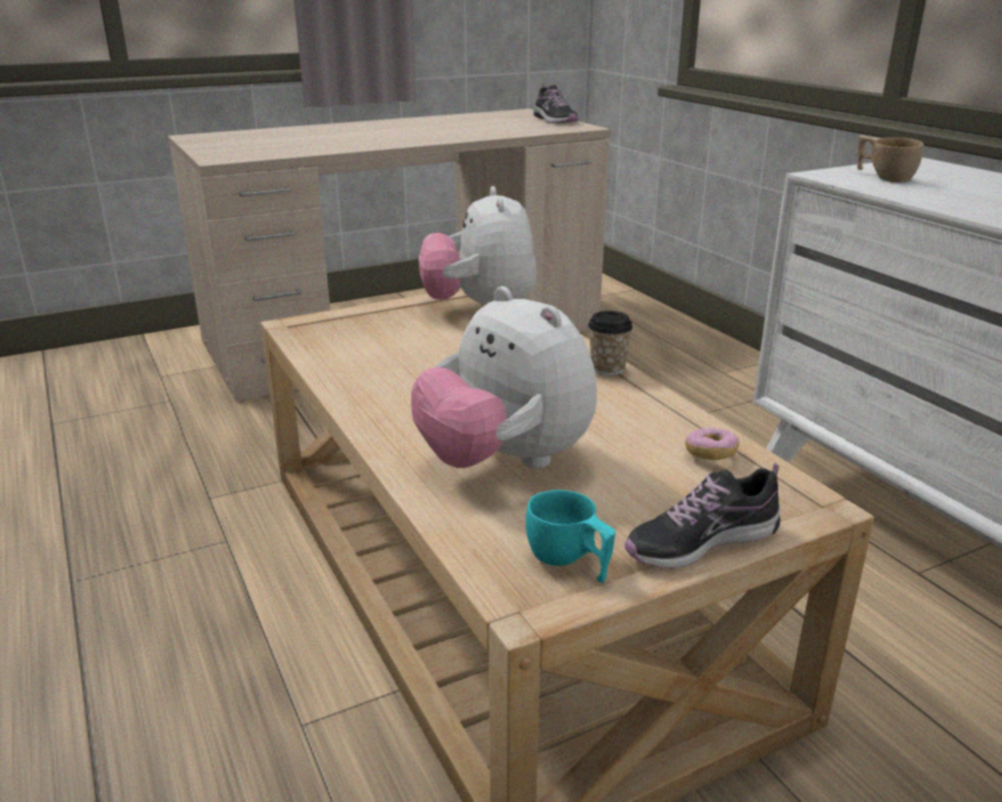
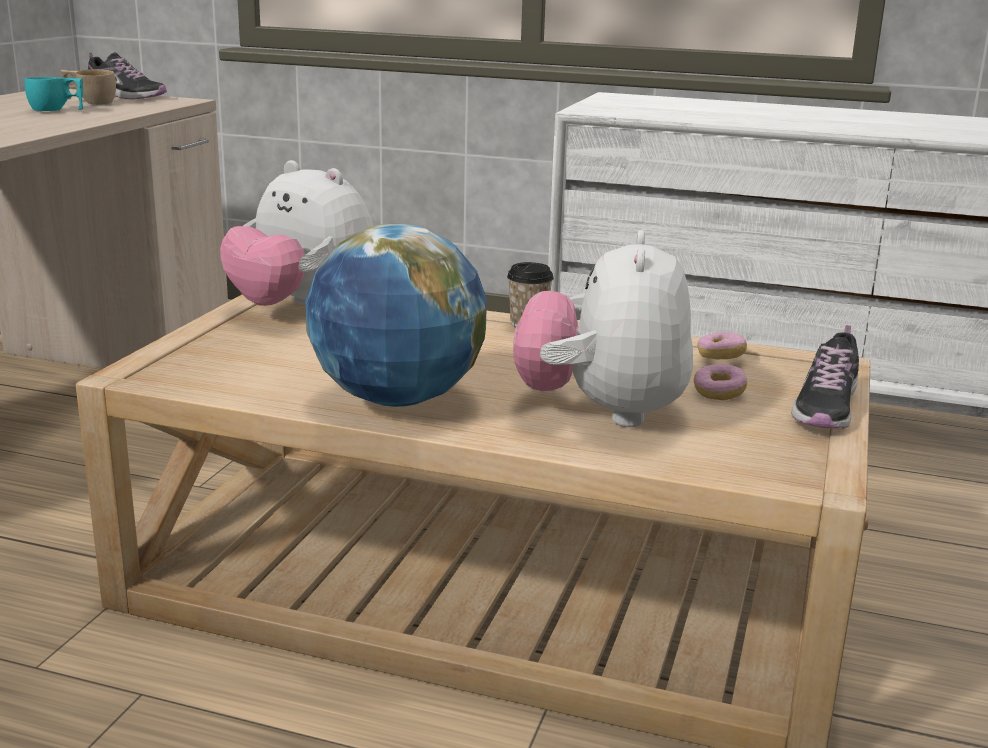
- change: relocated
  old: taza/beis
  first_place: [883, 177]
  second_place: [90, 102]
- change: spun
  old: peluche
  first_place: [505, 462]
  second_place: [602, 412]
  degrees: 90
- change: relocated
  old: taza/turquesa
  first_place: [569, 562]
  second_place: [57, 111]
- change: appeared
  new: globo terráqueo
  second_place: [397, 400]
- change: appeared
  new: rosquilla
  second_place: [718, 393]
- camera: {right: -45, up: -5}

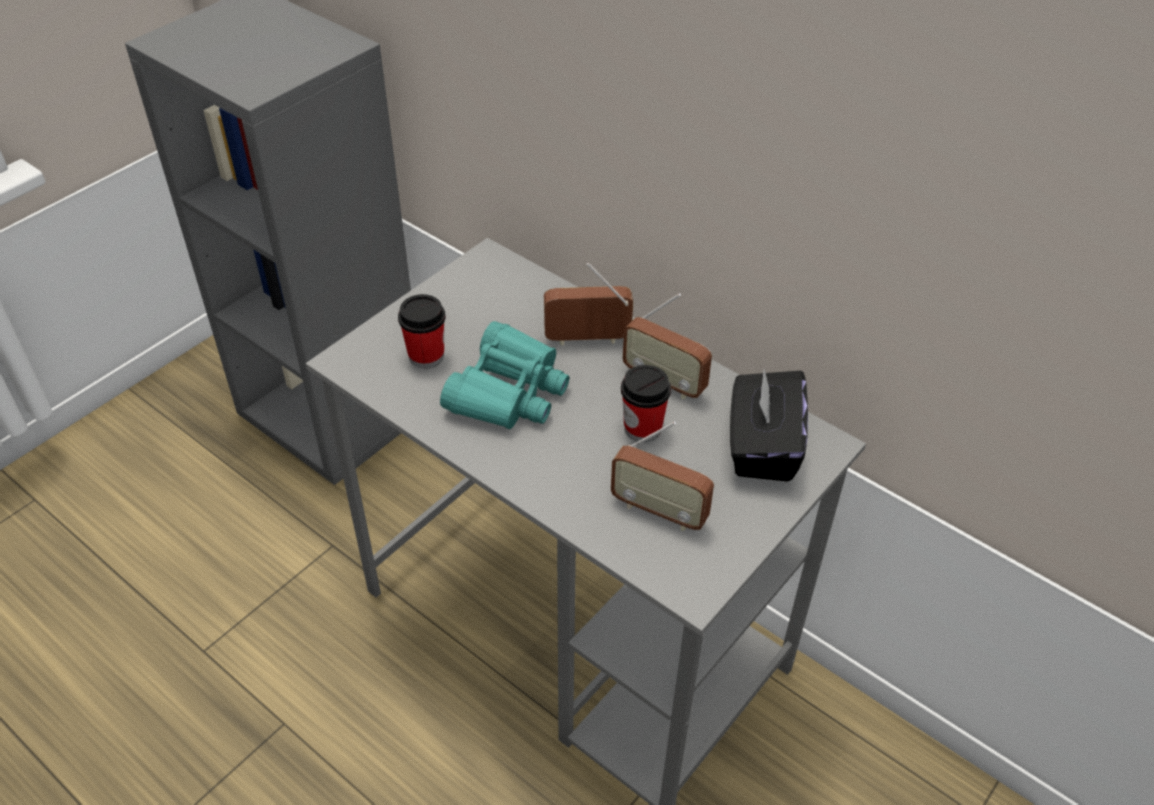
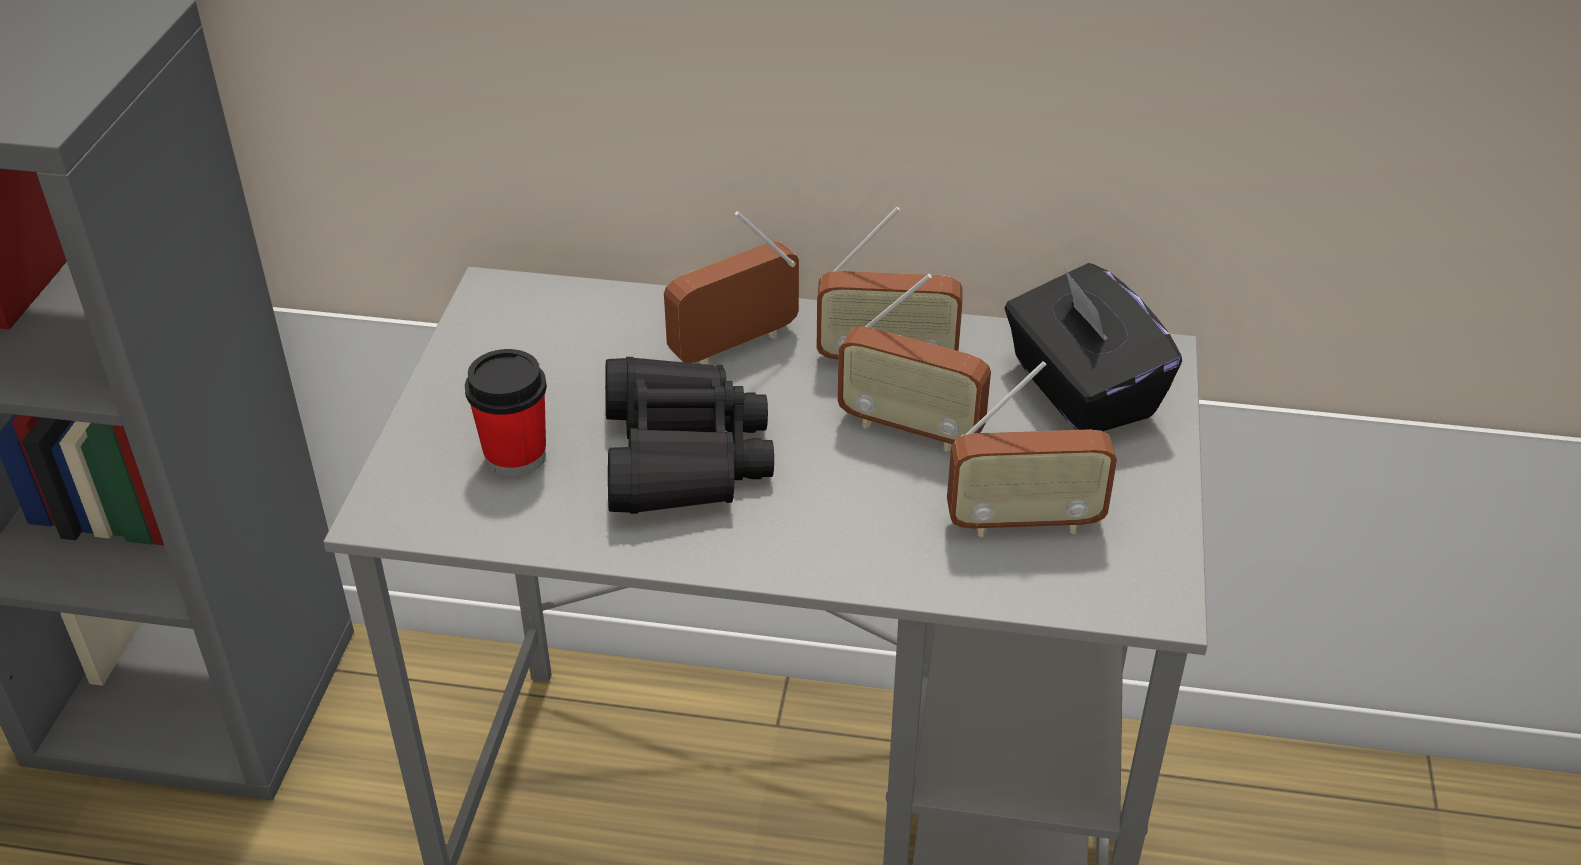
- change: colour
  old: prismáticos/turquesa
  new: prismáticos/negro
  first_place: [508, 392]
  second_place: [683, 456]
- change: exchanged
  old: taza
  new: radio
  first_place: [642, 428]
  second_place: [910, 429]
- camera: {right: -30, up: -5}

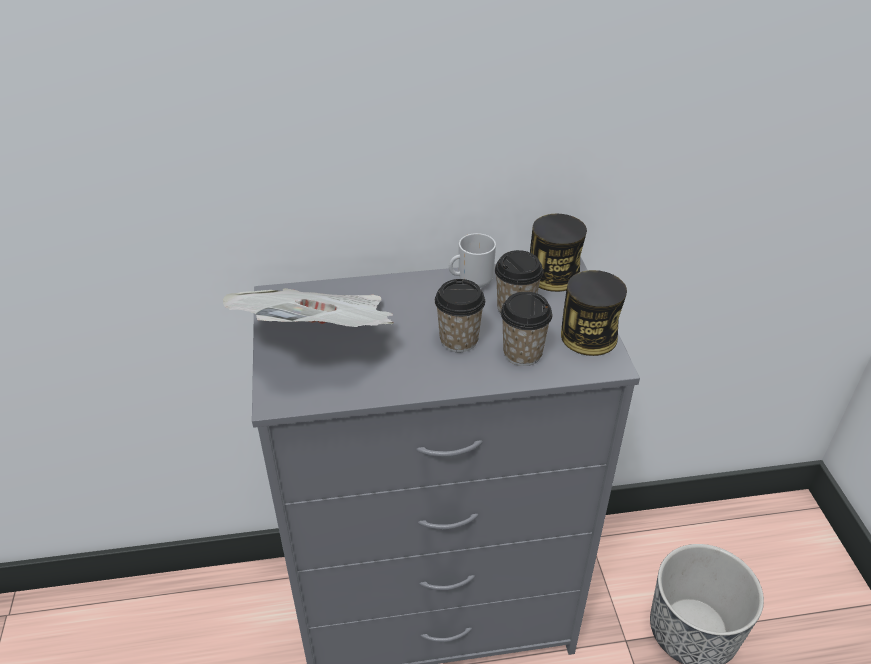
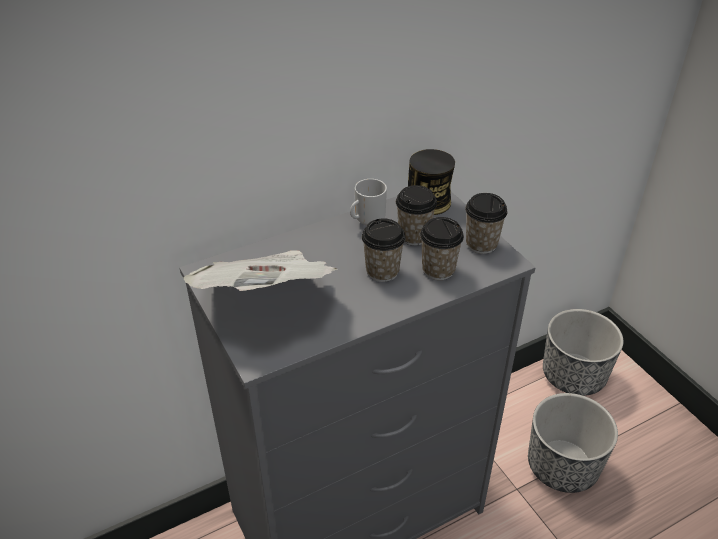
- change: exchanged
  old: lata
  new: taza
  first_place: [588, 336]
  second_place: [481, 244]
- change: appeared
  new: maceta
  second_place: [574, 375]
- camera: {right: -20, up: 0}

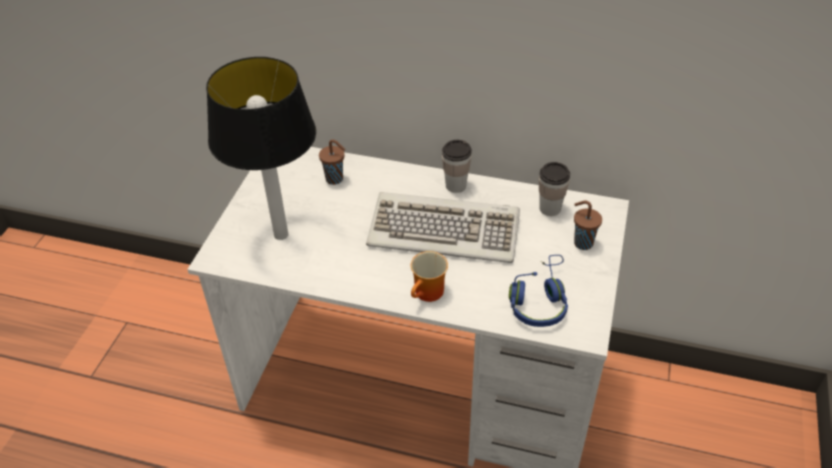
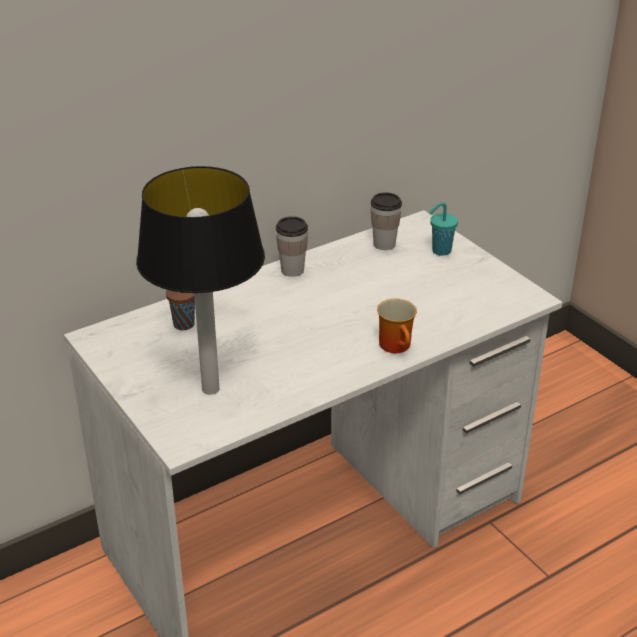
- change: missing
  old: teclado
  first_place: [444, 230]
- change: colour
  old: taza/marrón
  new: taza/turquesa
  first_place: [582, 243]
  second_place: [440, 251]
- change: missing
  old: auriculares/azul
  first_place: [539, 300]
- camera: {right: -50, up: -10}

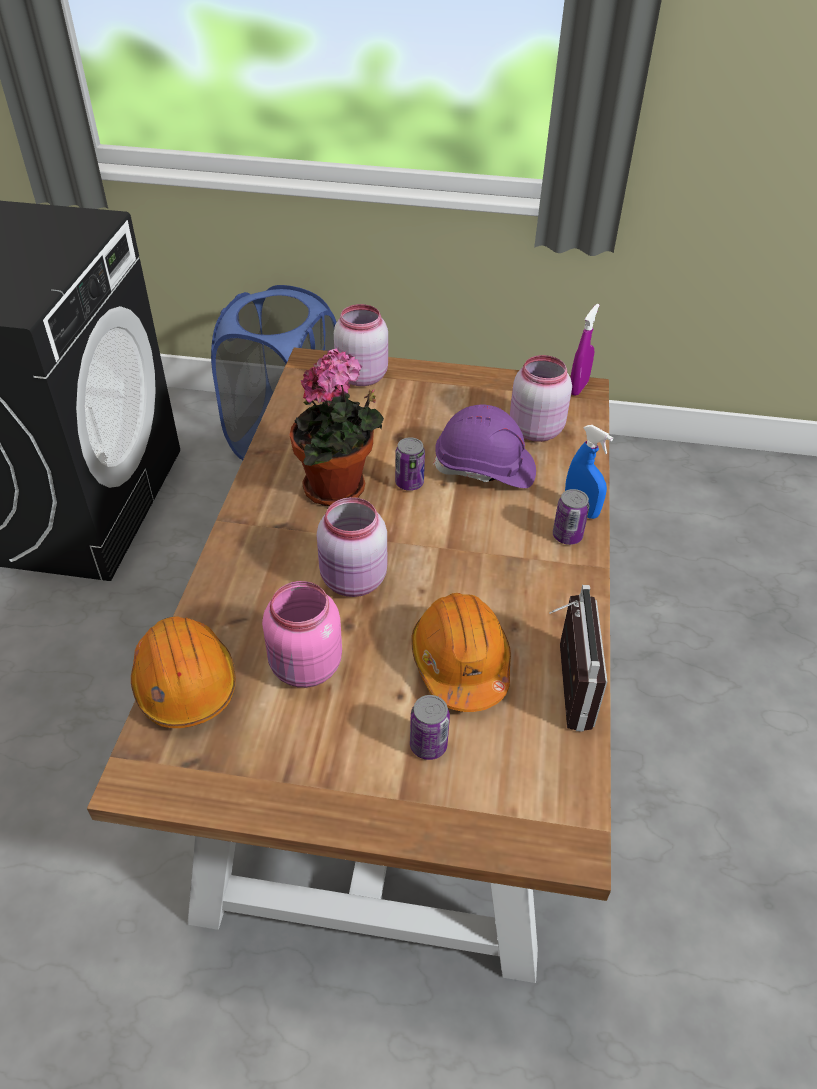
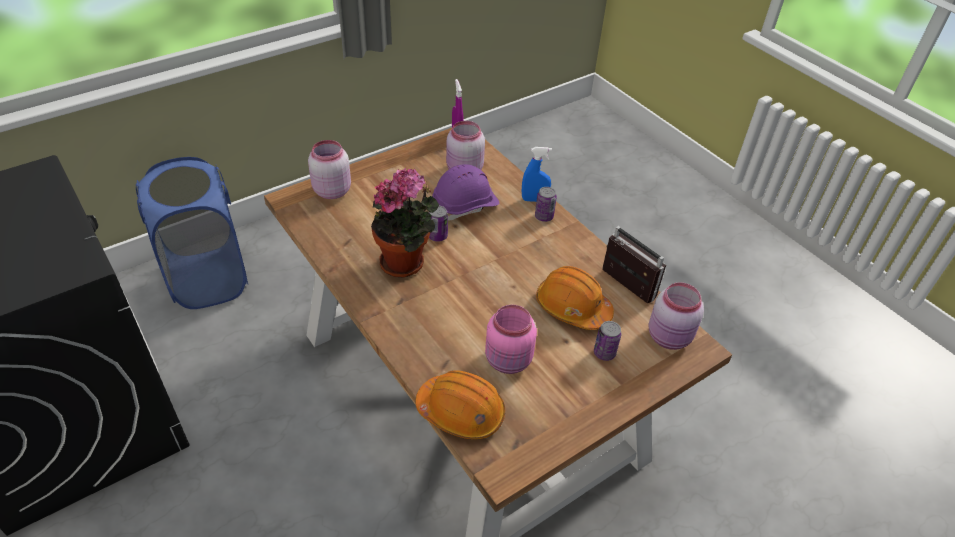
- change: relocated
  old: tarro/rosa
  first_place: [353, 581]
  second_place: [670, 337]
- camera: {right: -45, up: 0}

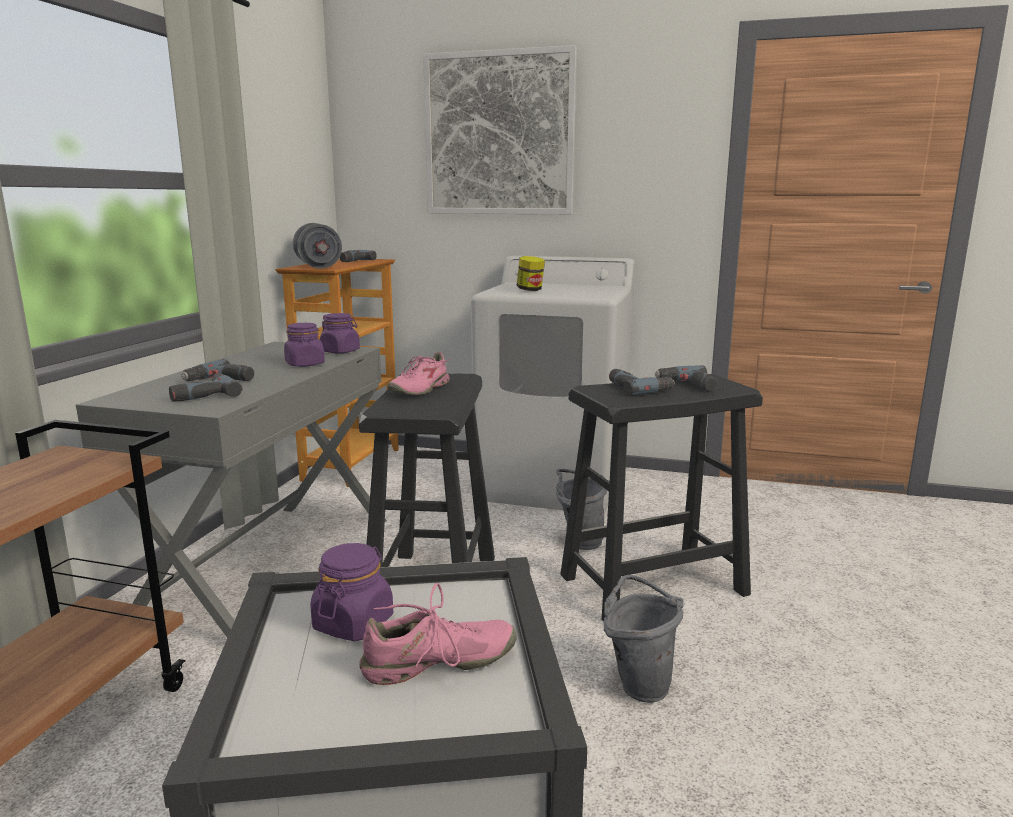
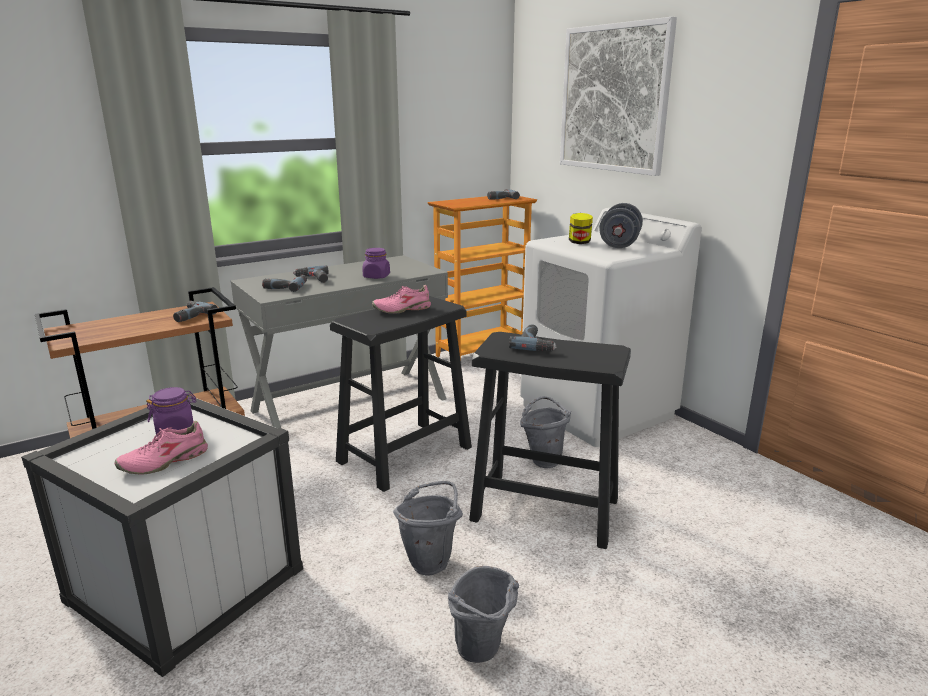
- change: relocated
  old: mancuerna/gris
  first_place: [318, 266]
  second_place: [619, 244]
- change: missing
  old: tarro/morado
  first_place: [340, 351]
- change: relocated
  old: taladro
  first_place: [687, 385]
  second_place: [189, 316]
- change: spun
  old: zapato/rosa
  first_place: [438, 664]
  second_place: [165, 461]
  degrees: 120
- change: appeared
  new: cubo/gris
  second_place: [483, 654]
- camera: {right: 40, up: 5}

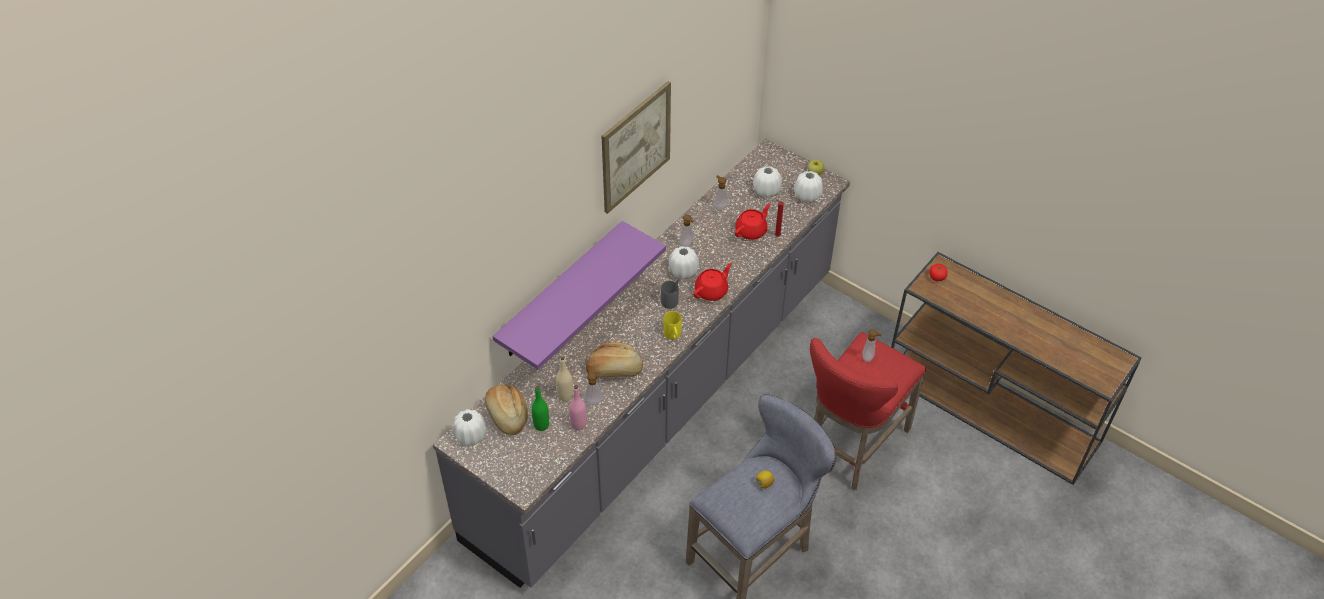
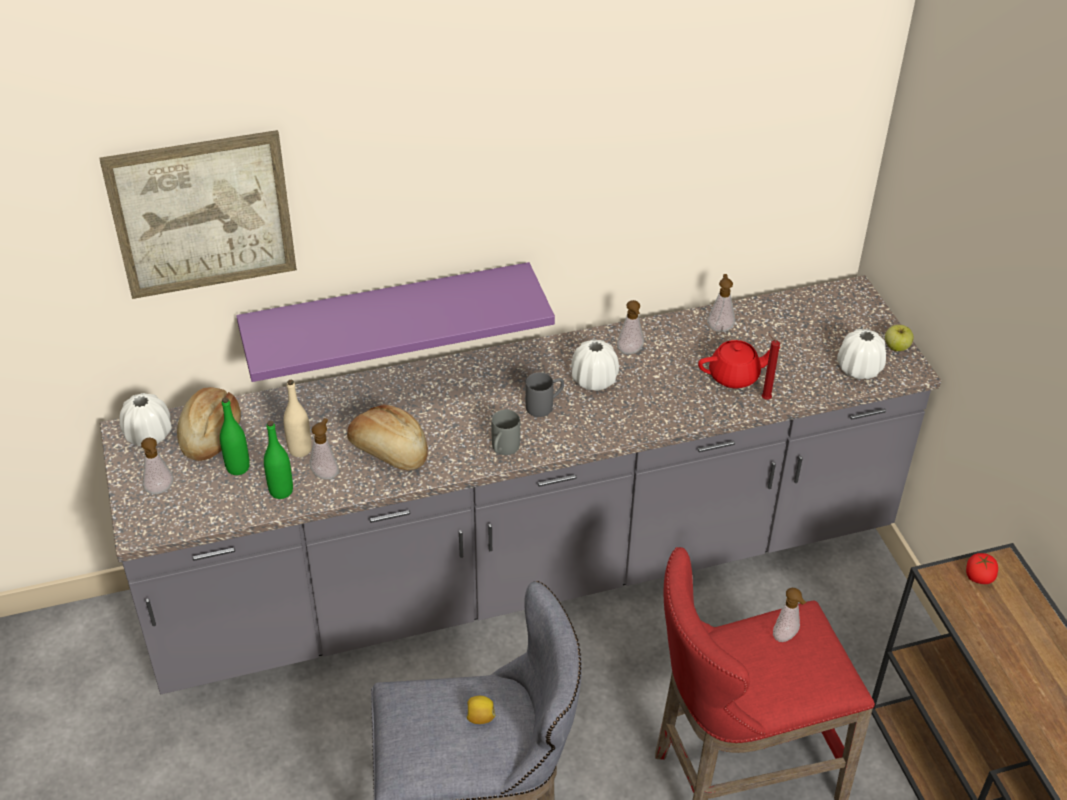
- change: relocated
  old: cuadro
  first_place: [635, 147]
  second_place: [202, 214]
- change: missing
  old: florero/blanco
  first_place: [766, 190]
- change: missing
  old: tetera/rojo
  first_place: [712, 291]
- change: colour
  old: taza grande/amarillo
  new: taza grande/gris
  first_place: [673, 336]
  second_place: [503, 450]
- change: colour
  old: botella/rosa
  new: botella/verde
  first_place: [578, 424]
  second_place: [281, 491]
- change: appeared
  new: dispensador de jabón
  second_place: [161, 491]
- camera: {right: 35, up: -5}

